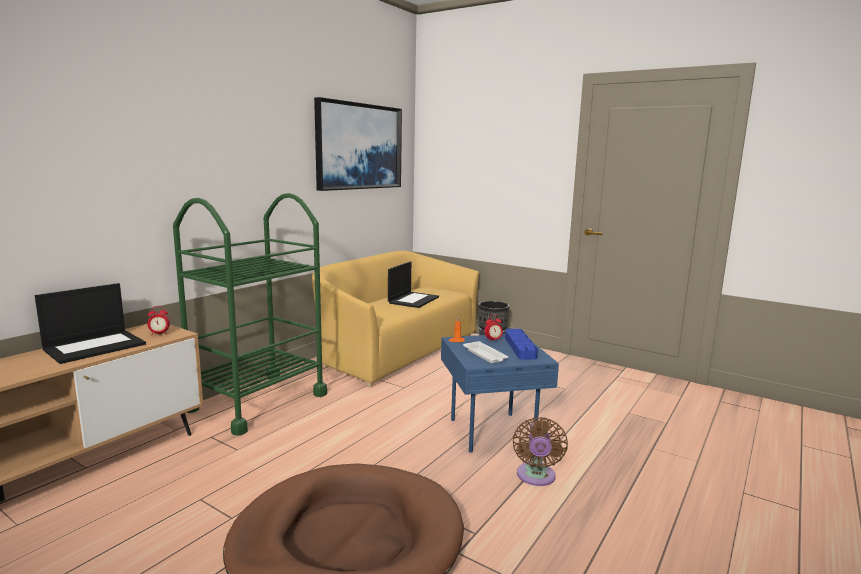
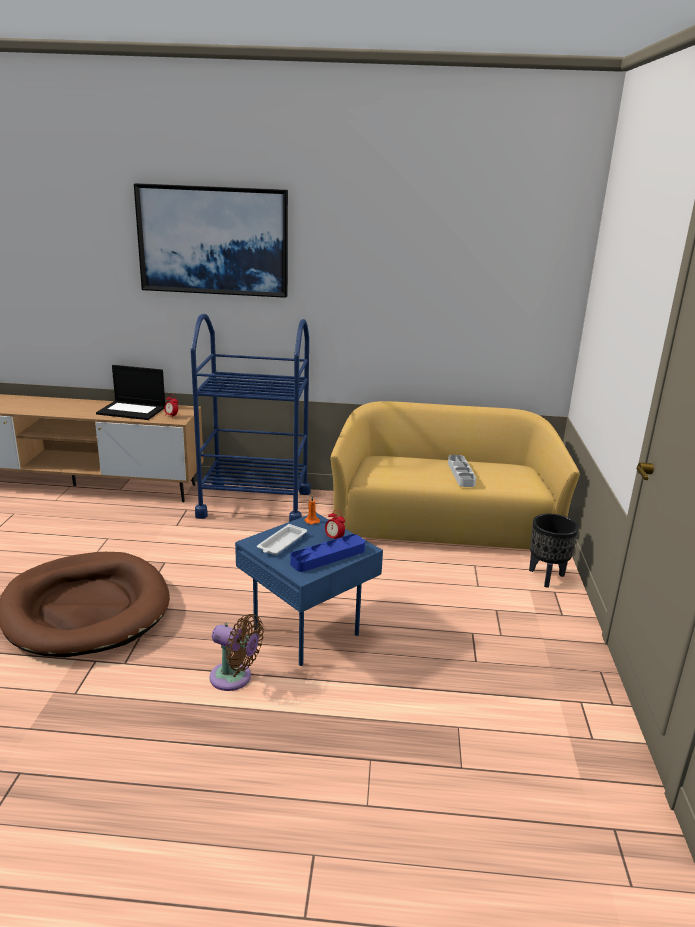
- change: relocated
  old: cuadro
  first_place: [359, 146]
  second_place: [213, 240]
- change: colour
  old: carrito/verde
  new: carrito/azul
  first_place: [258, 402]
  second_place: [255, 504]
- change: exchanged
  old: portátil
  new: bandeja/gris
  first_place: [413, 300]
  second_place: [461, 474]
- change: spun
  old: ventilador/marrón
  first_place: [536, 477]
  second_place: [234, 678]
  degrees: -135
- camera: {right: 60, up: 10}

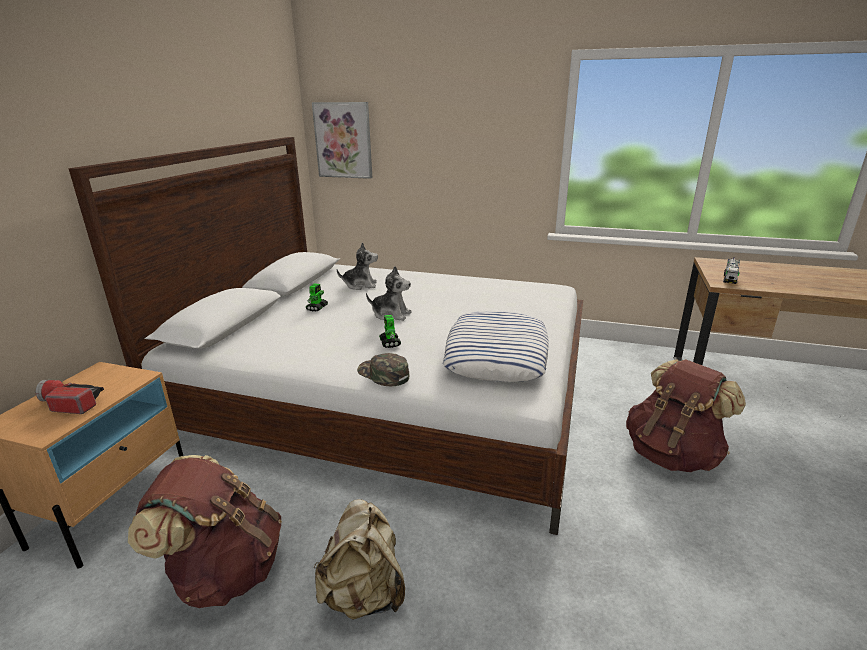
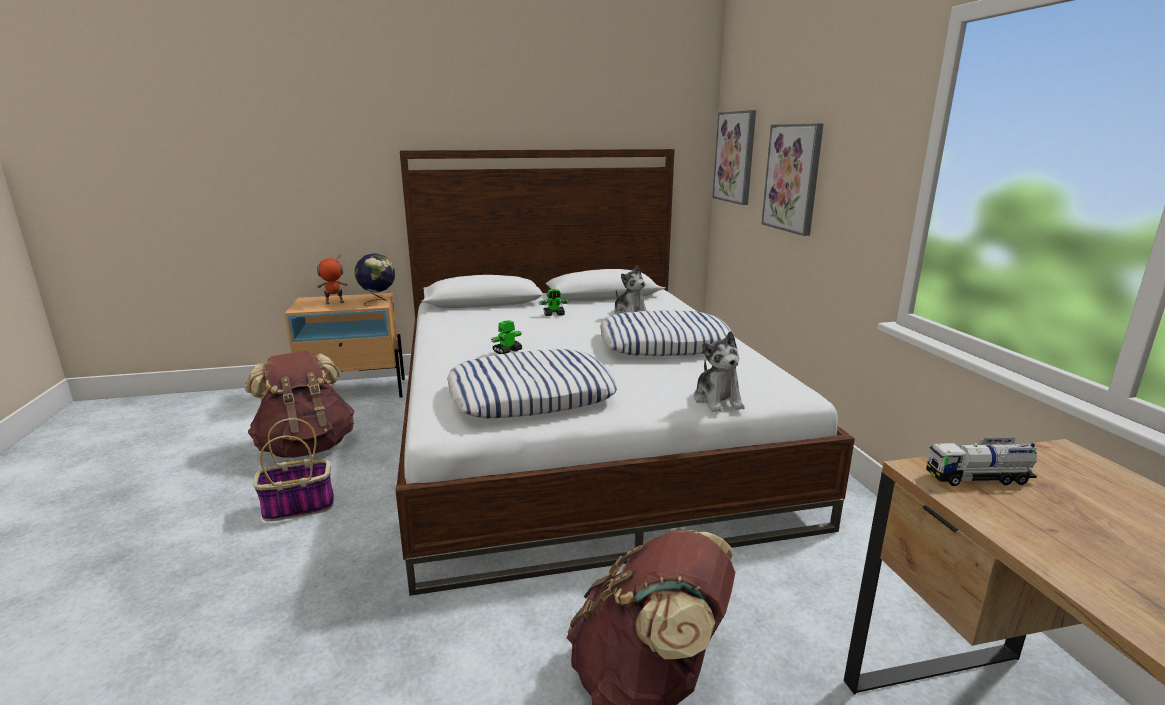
- change: relocated
  old: peluche
  first_place: [391, 314]
  second_place: [718, 400]
- change: missing
  old: gorra/verde
  first_place: [383, 374]
- change: exchanged
  old: linterna
  new: robot de juguete
  first_place: [69, 404]
  second_place: [334, 303]
- change: exchanged
  old: mochila/beis
  new: cesta
  first_place: [364, 594]
  second_place: [297, 507]
- change: appeared
  new: cuadro
  second_place: [792, 178]
- change: appeared
  new: globo terráqueo
  second_place: [378, 302]
- change: appeared
  new: cojín
  second_place: [665, 344]
- camera: {right: 60, up: -5}

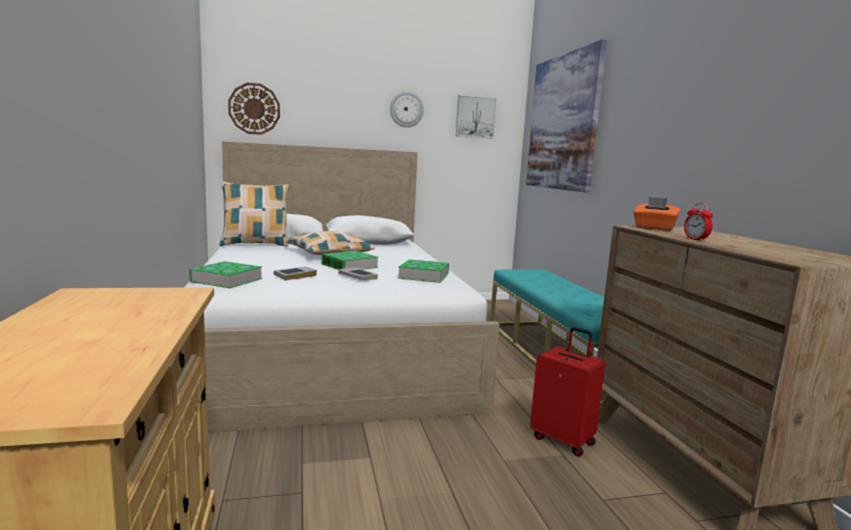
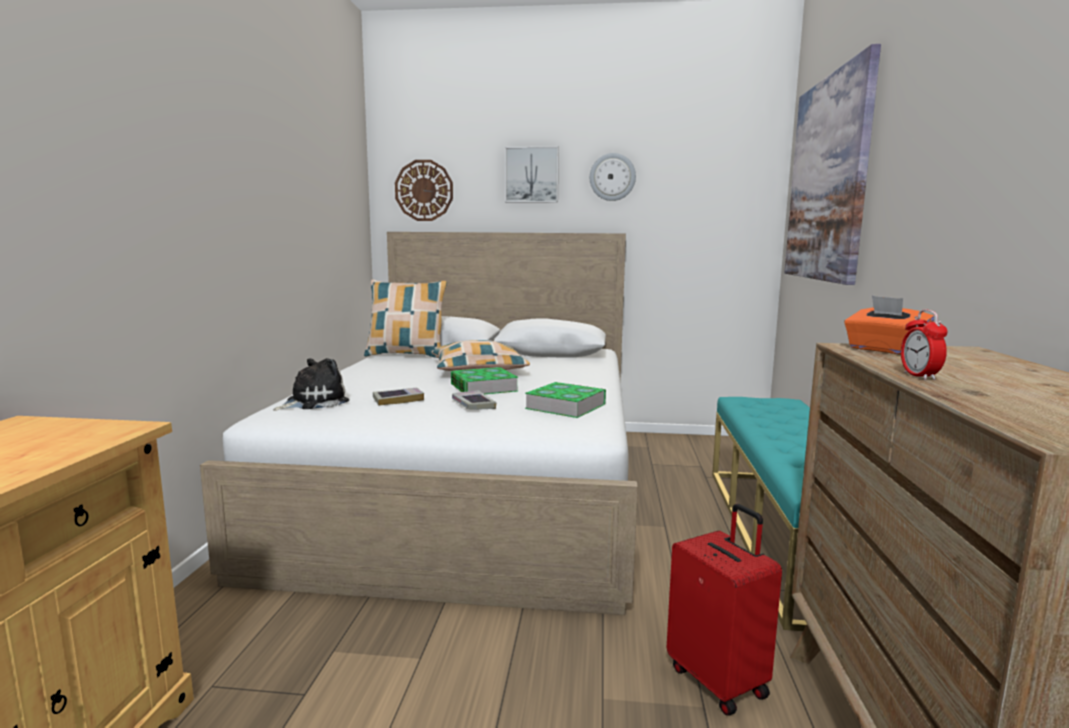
- change: relocated
  old: cuadro
  first_place: [475, 117]
  second_place: [532, 175]
- change: exchanged
  old: libro
  new: peluche
  first_place: [226, 280]
  second_place: [313, 402]
- camera: {right: 20, up: 0}

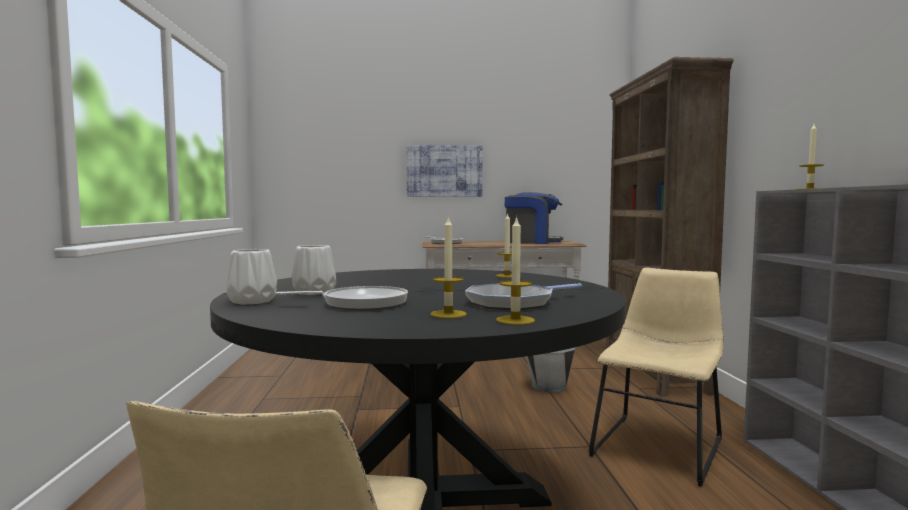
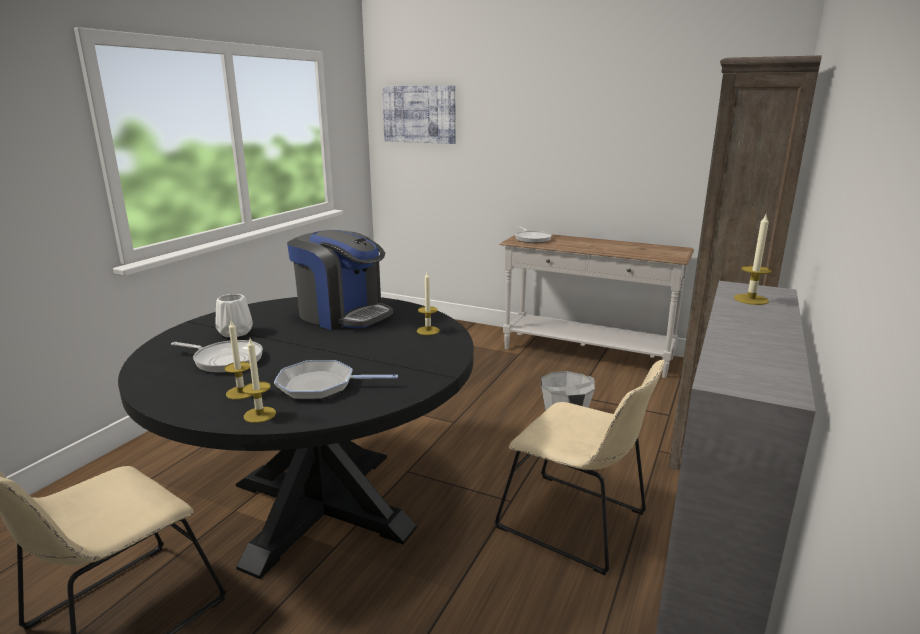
- change: relocated
  old: cuadro
  first_place: [444, 171]
  second_place: [419, 114]
- change: relocated
  old: cafetera
  first_place: [532, 242]
  second_place: [343, 315]
- change: missing
  old: florero/blanco
  first_place: [253, 301]
- change: spun
  old: silla/beis
  first_place: [659, 445]
  second_place: [577, 523]
  degrees: 60
- camera: {right: 30, up: 15}

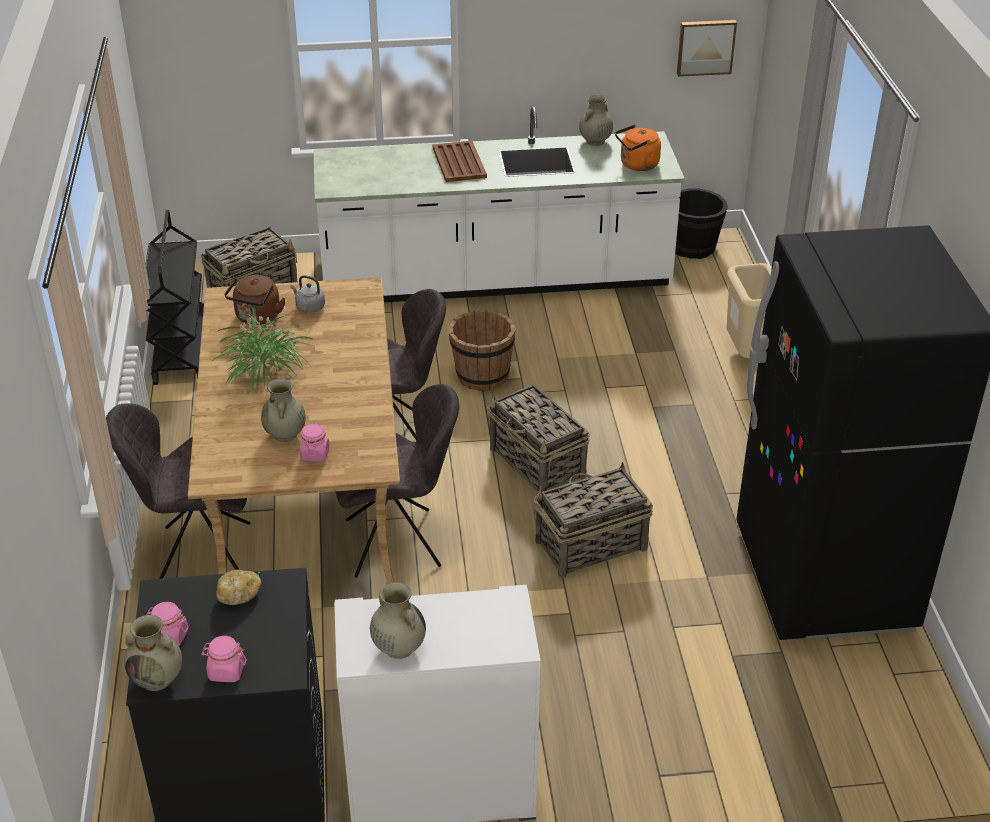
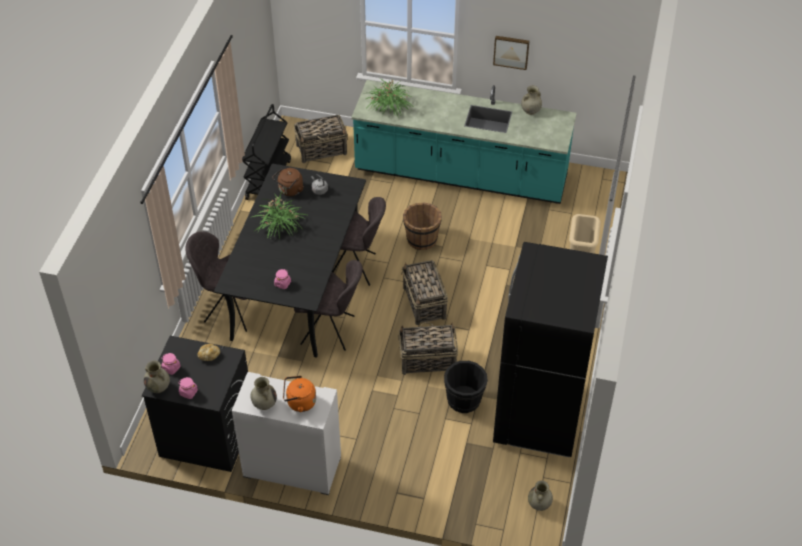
- change: relocated
  old: cuadro
  first_place: [705, 47]
  second_place: [511, 51]
- change: colour
  old: mueble bajo de cocina/blanco
  new: mueble bajo de cocina/turquesa
  first_place: [496, 280]
  second_place: [461, 175]
- change: relocated
  old: hervidor/naranja
  first_place: [637, 165]
  second_place: [299, 402]
- change: missing
  old: bandeja/marrón
  first_place: [459, 162]
- change: relocated
  old: cubo/negro
  first_place: [693, 247]
  second_place: [464, 400]
- change: colour
  old: mesa de comedor/beis
  new: mesa de comedor/negro
  first_place: [305, 488]
  second_place: [297, 285]
- change: relocated
  old: florero/beis
  first_place: [285, 434]
  second_place: [539, 504]
- change: appeared
  new: planta en maceta
  second_place: [389, 107]
- camera: {right: 20, up: 10}

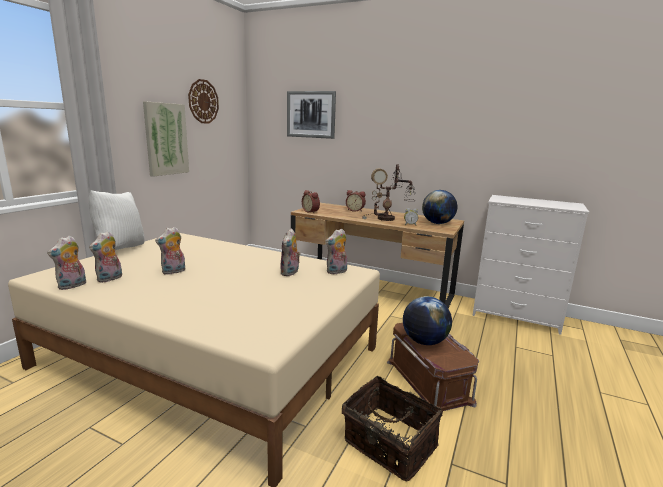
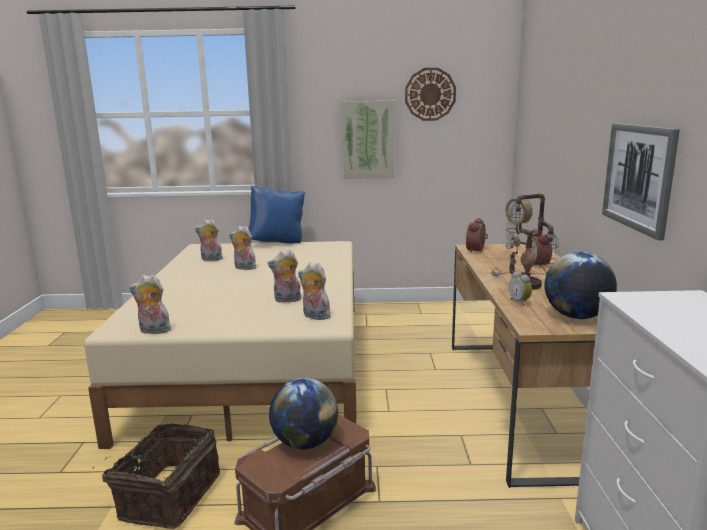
- change: relocated
  old: cuadro
  first_place: [311, 114]
  second_place: [638, 177]
- change: colour
  old: cojín/blanco
  new: cojín/azul
  first_place: [120, 249]
  second_place: [278, 242]
- change: relocated
  old: peluche
  first_place: [72, 286]
  second_place: [153, 331]
- camera: {right: 65, up: 0}

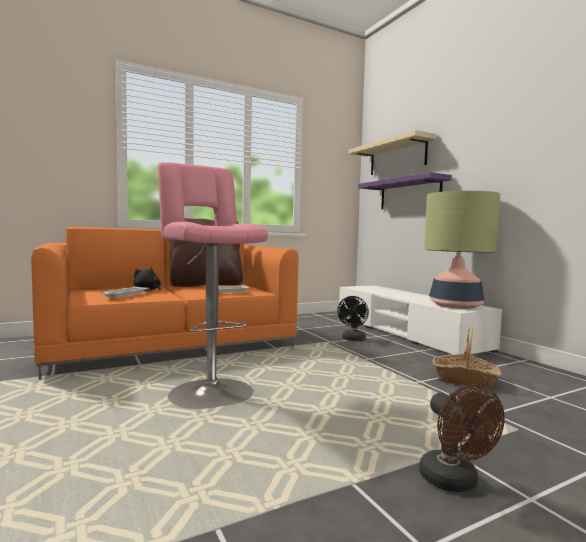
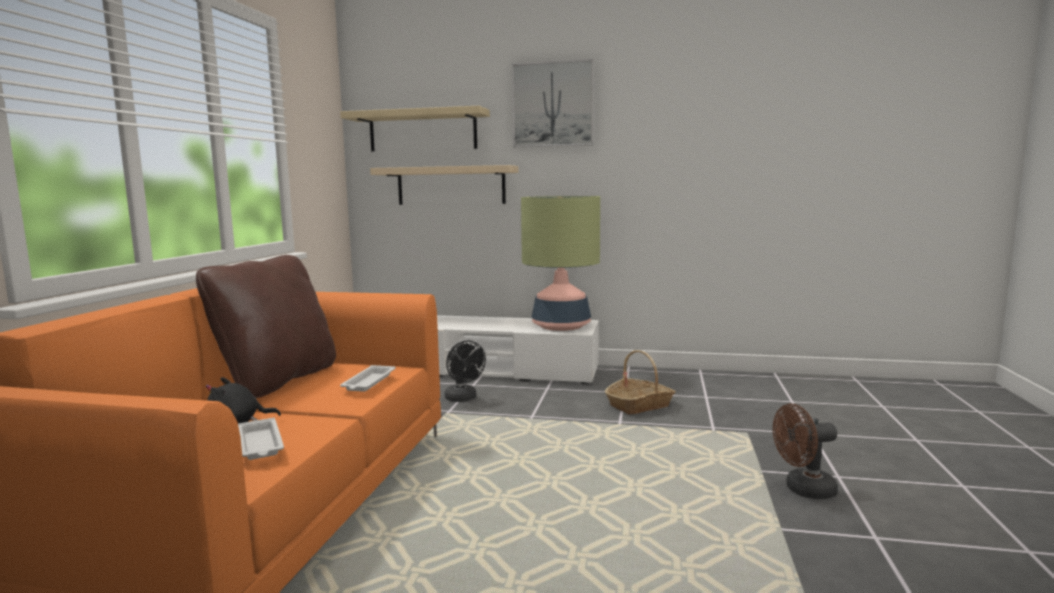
- change: missing
  old: taburete/rosa
  first_place: [208, 391]
- change: colour
  old: estante/morado
  new: estante/beis
  first_place: [409, 194]
  second_place: [451, 185]
- change: spun
  old: ventilador/marrón
  first_place: [455, 482]
  second_place: [803, 490]
  degrees: 150
- change: appeared
  new: cuadro
  second_place: [553, 104]
- camera: {right: -50, up: 5}

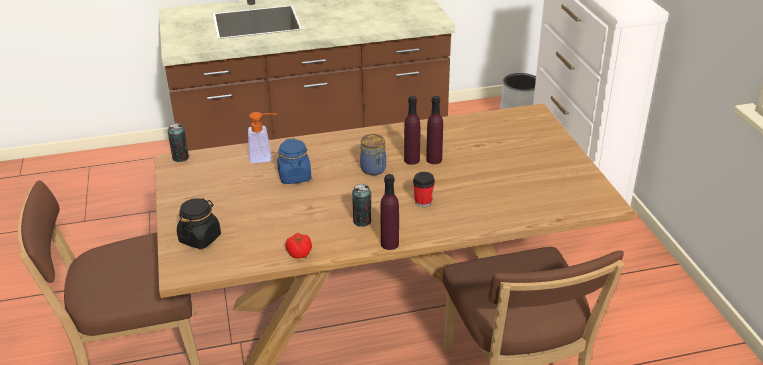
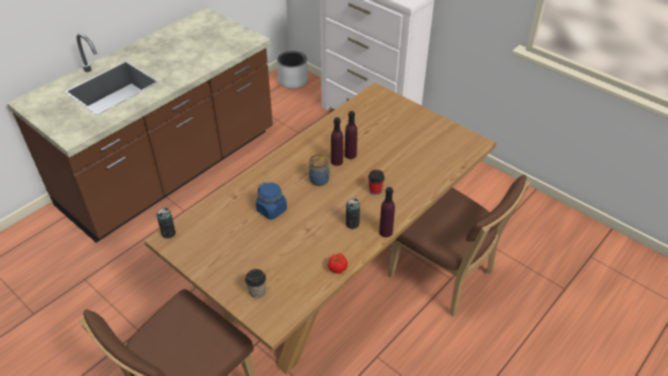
- change: missing
  old: dispensador de jabón
  first_place: [265, 157]
- change: exchanged
  old: tarro/negro
  new: taza
  first_place: [200, 238]
  second_place: [257, 292]
- camera: {right: -35, up: 10}

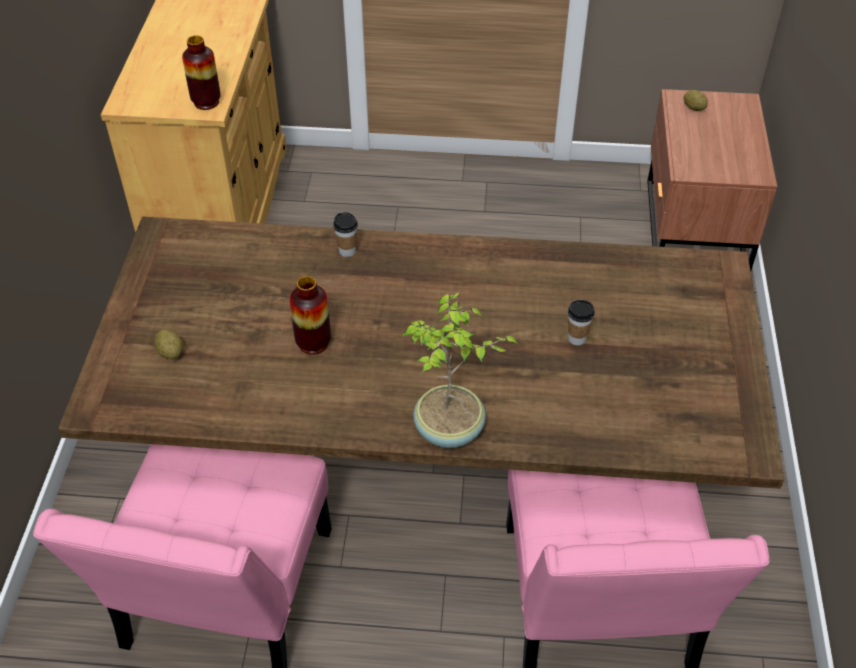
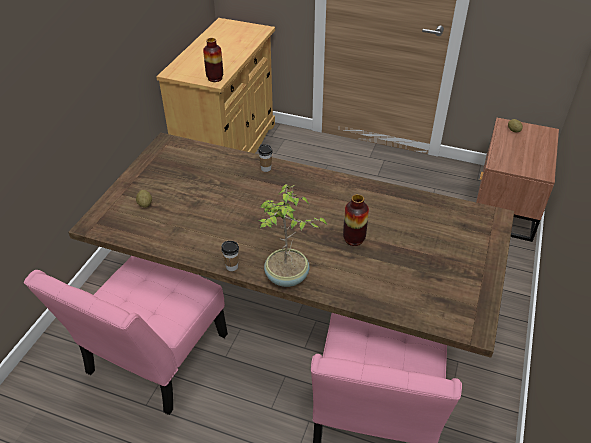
- change: relocated
  old: florero
  first_place: [313, 343]
  second_place: [354, 239]
- change: relocated
  old: taza
  first_place: [577, 338]
  second_place: [232, 266]
- camera: {right: 15, up: -5}

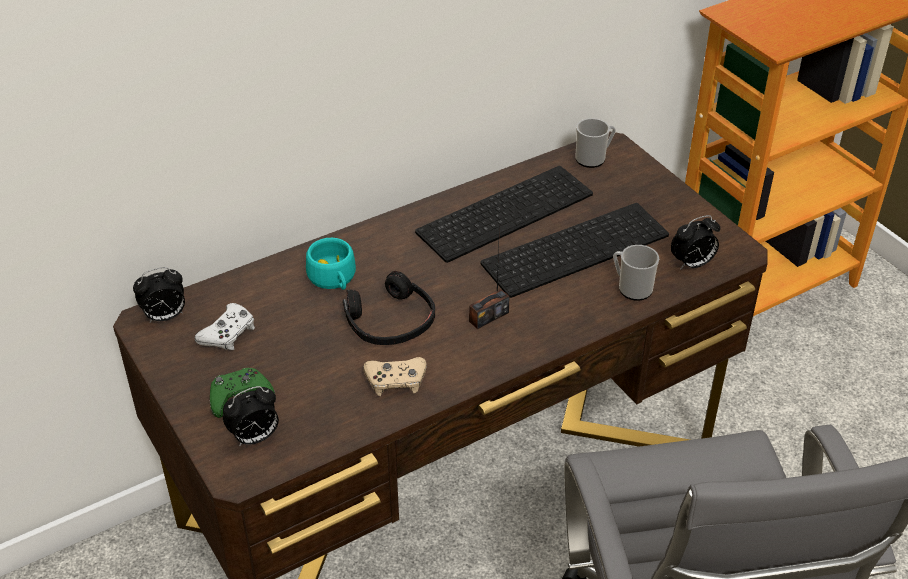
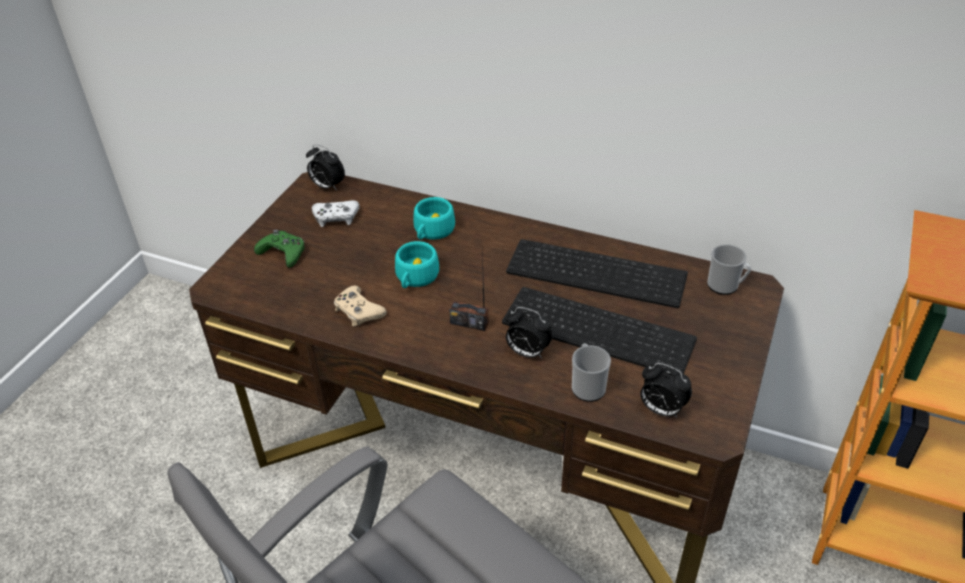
- change: exchanged
  old: auriculares/negro
  new: taza/turquesa
  first_place: [390, 321]
  second_place: [415, 278]
- change: relocated
  old: despertador
  first_place: [255, 438]
  second_place: [527, 352]
- camera: {right: 55, up: 0}

